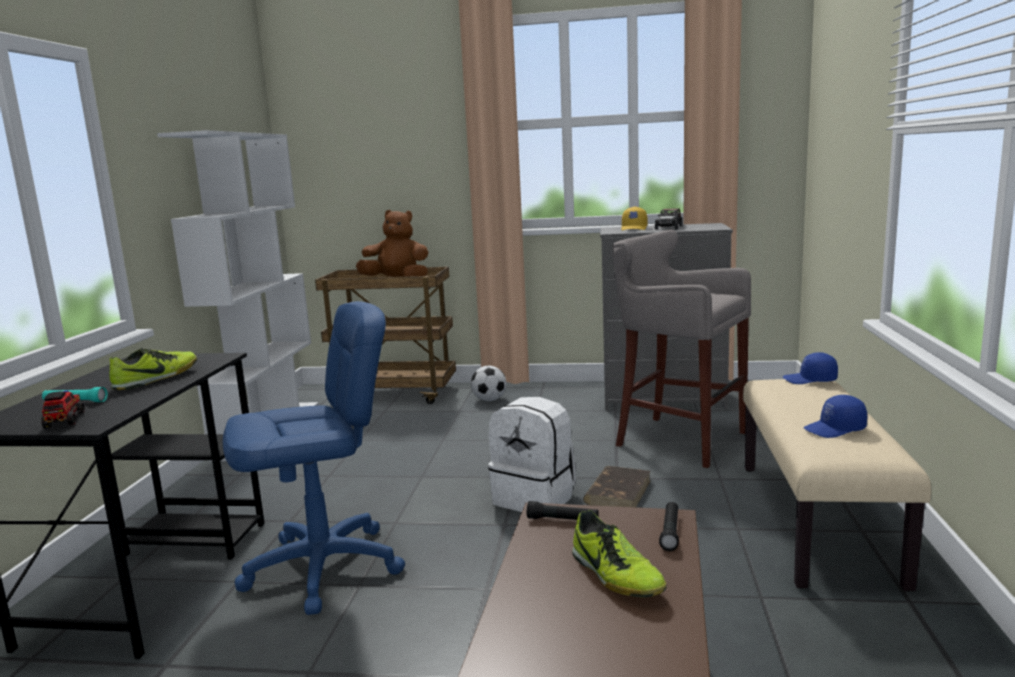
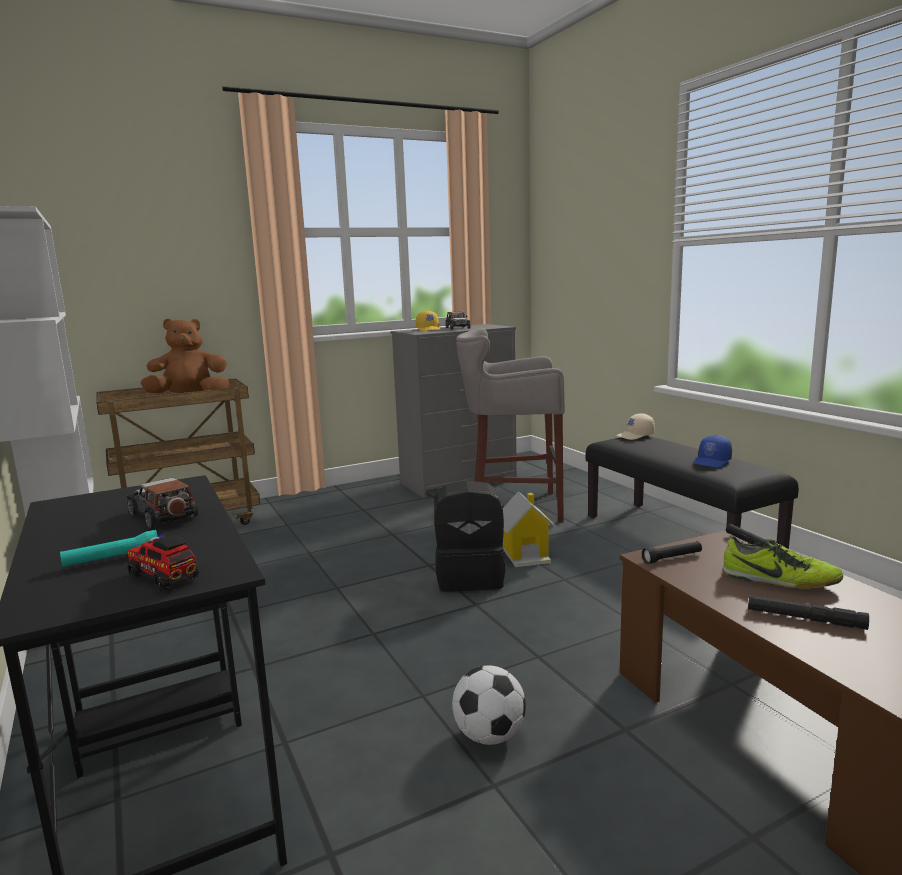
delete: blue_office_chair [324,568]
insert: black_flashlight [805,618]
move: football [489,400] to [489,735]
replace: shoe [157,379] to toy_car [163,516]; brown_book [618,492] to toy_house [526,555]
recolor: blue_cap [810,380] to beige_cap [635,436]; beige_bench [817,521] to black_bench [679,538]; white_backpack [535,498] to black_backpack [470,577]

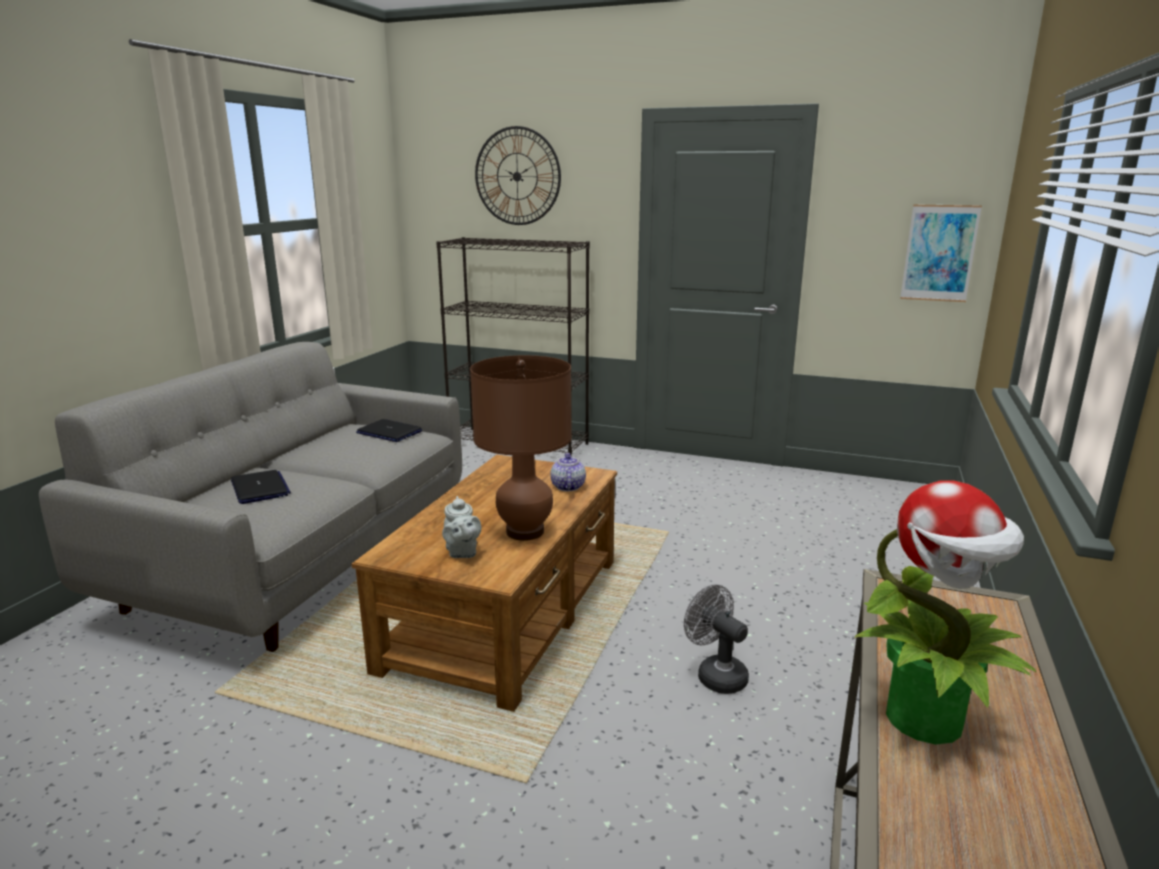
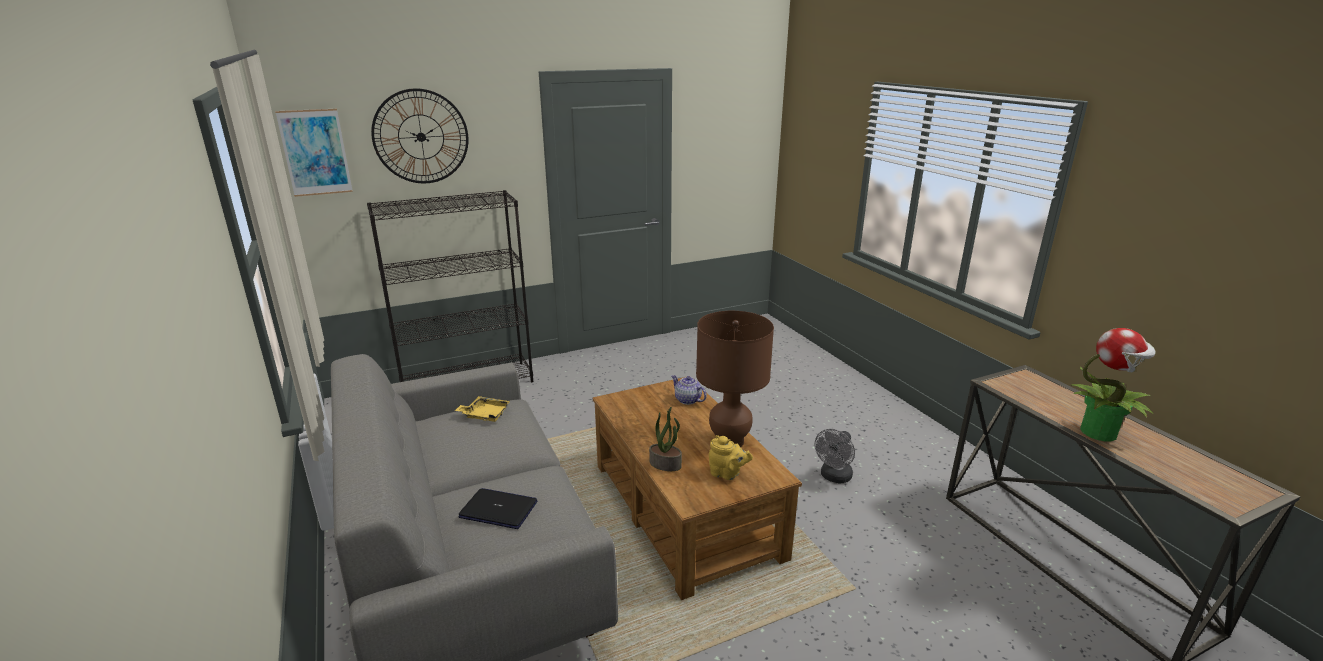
insert: potted_plant [666,464]
move: picture [939,253] to [315,152]
replace: laptop [389,432] to yellow_tray [485,414]
recolor: grey_teapot [462,552] to yellow_teapot [727,474]
rotate: grey_fan [715,674] = [834,477] 60 degrees counterclockwise

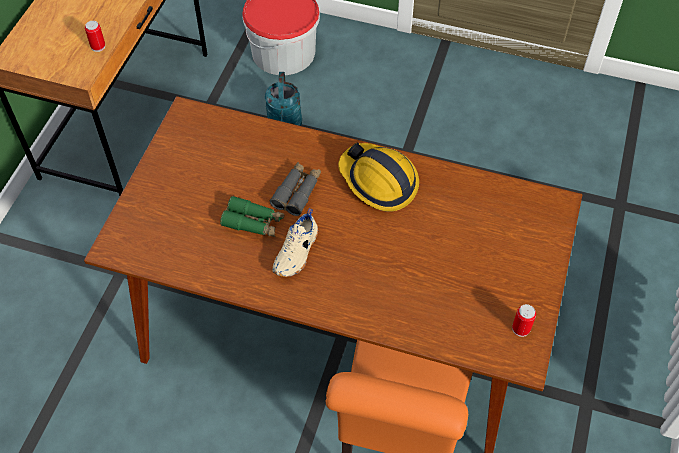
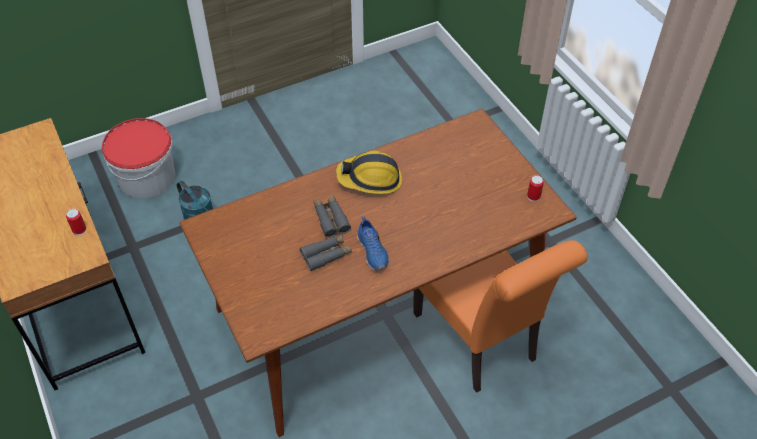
recolor: green_binoculars [253,222] to grey_binoculars [326,255]; beige_shoe [297,253] to blue_shoe [373,251]

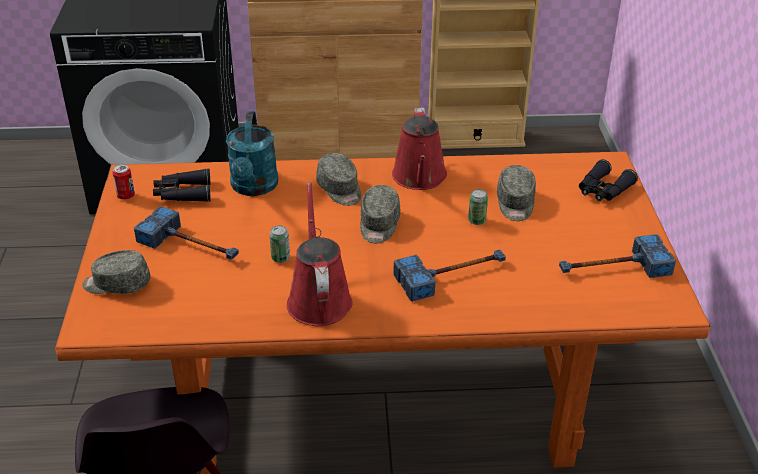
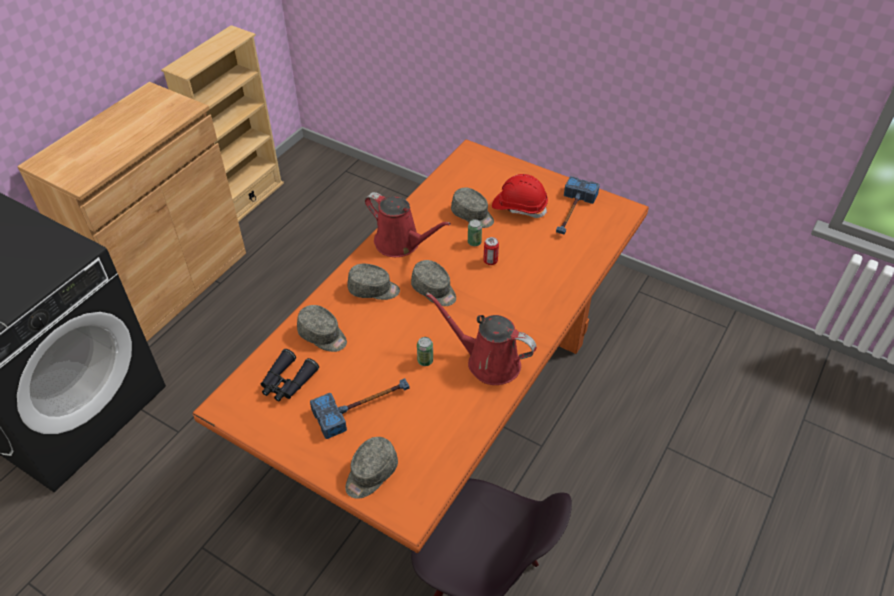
delete: black_binoculars [603,190]; hammer [452,275]
insert: red_hard_hat [519,207]
move: can [126,196] to [490,261]
replace: turquoise_watering_can [253,188] to grey_cap [323,336]

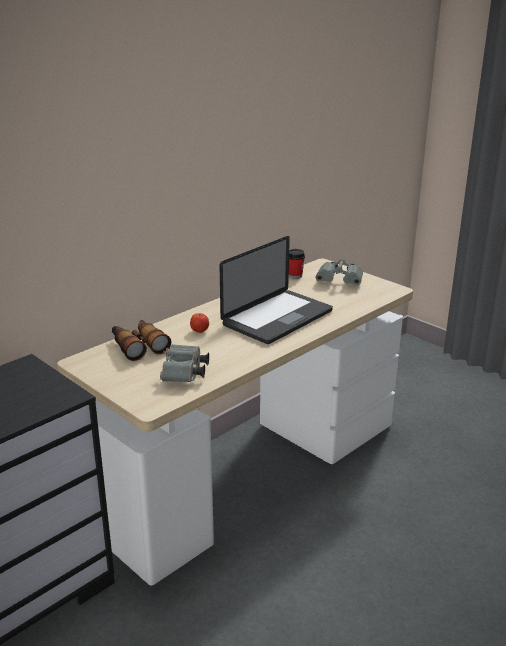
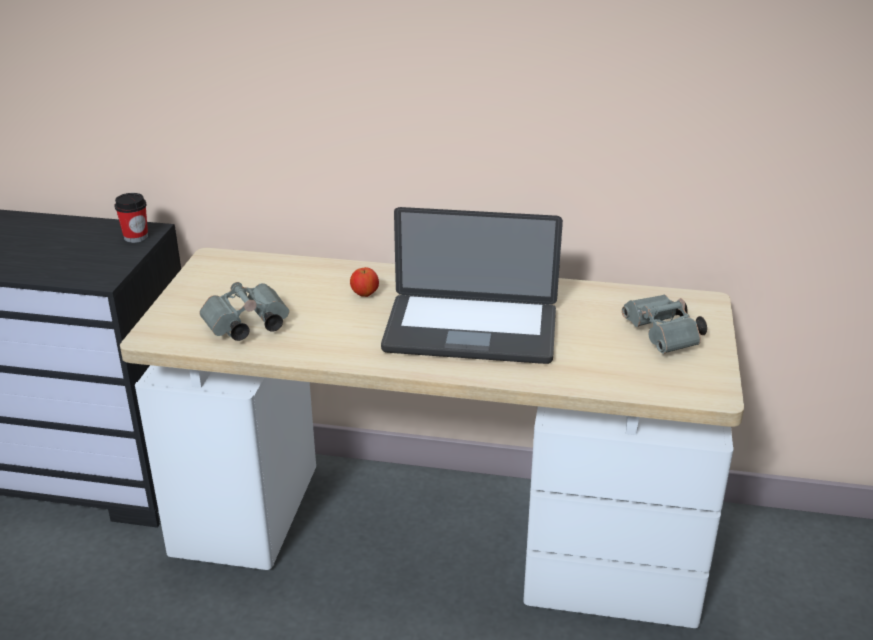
delete: binoculars [138,346]
move: cup [295,275] to [136,237]

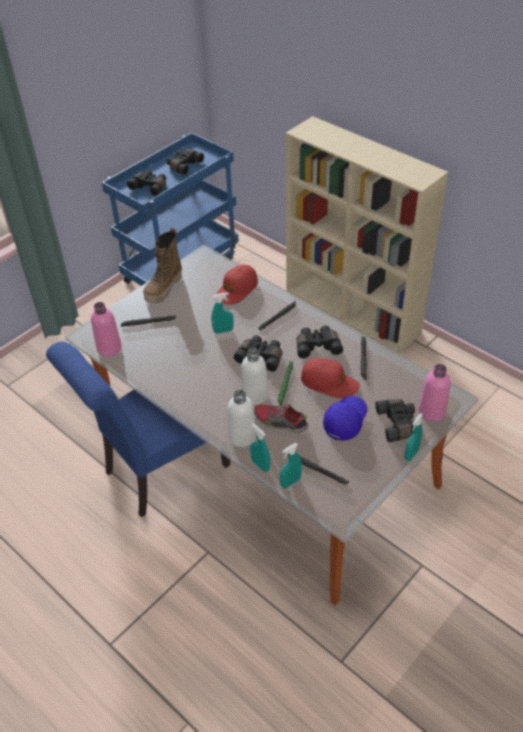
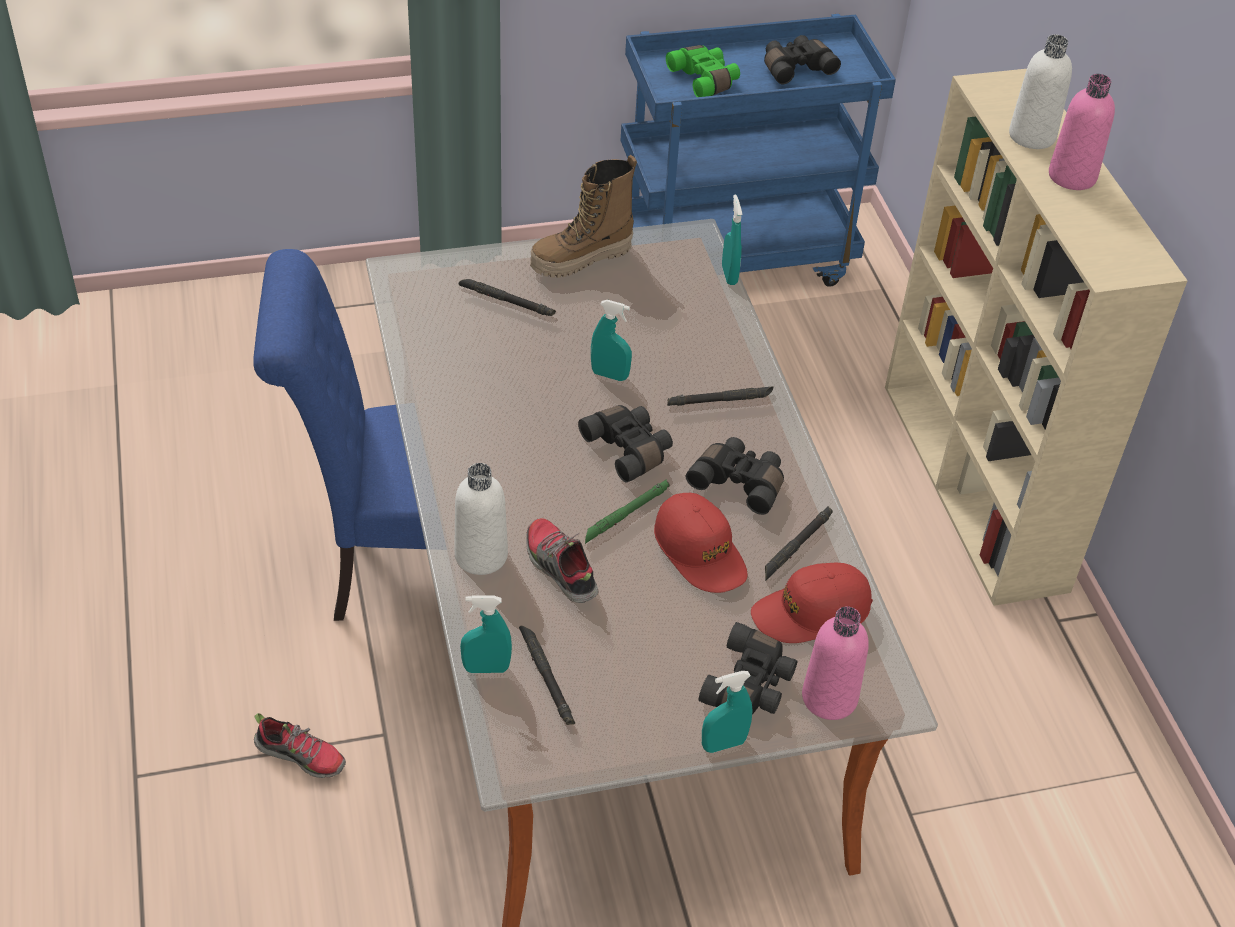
delete: blue_cap [345,422]
insert: shoe [301,755]
move: red_cap [236,290] to [811,612]; pink_bottle [109,348] to [1072,176]; white_bottle [255,395] to [1032,136]; turquoise_spray_bottle [260,465] to [729,275]
recolor: black_binoculars [150,187] to green_binoculars [705,80]

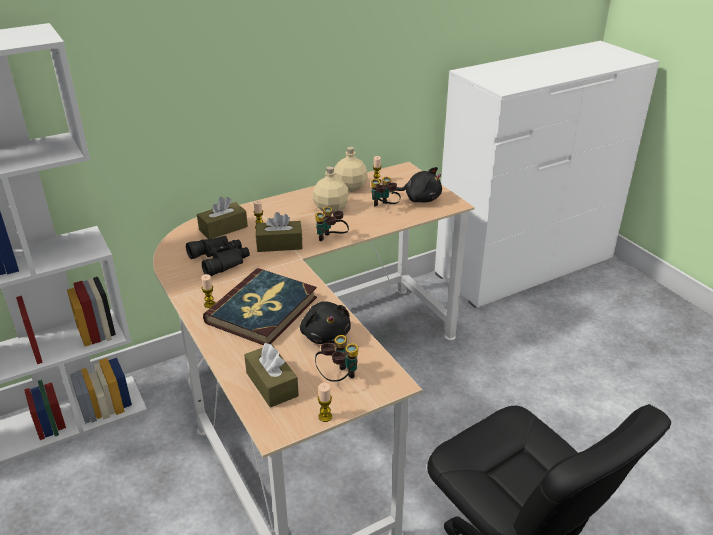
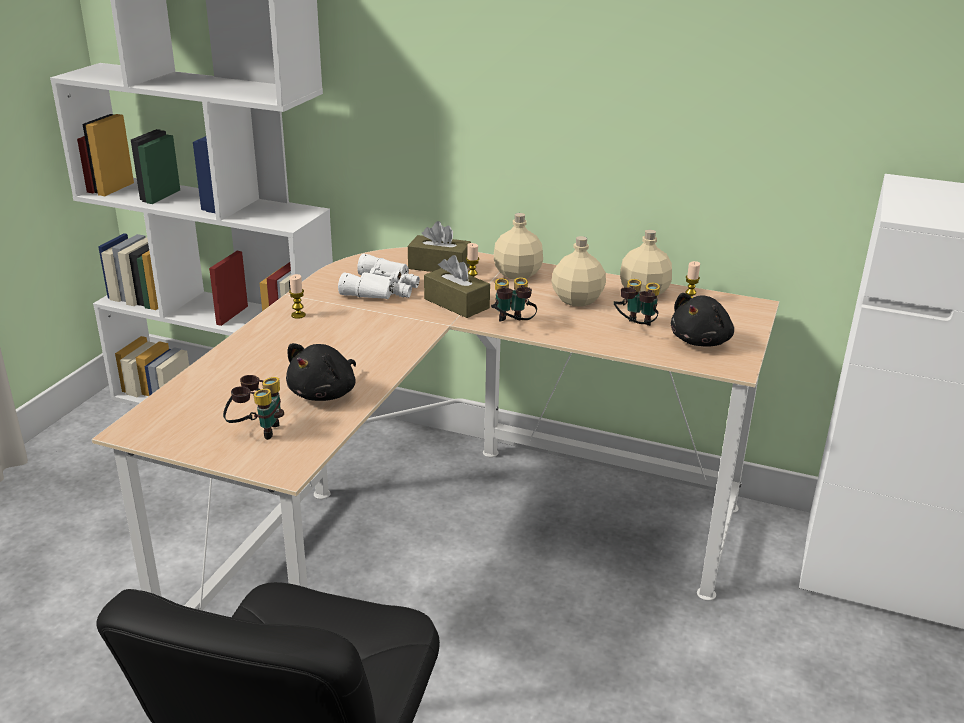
delete: book [262,310]; brown_tissue_box [272,384]; candle [325,417]
insert: beige_bottle [517,274]
recolor: black_binoculars [221,259] to white_binoculars [383,288]
rotate: black_plush_toy [420,199] = [701,341] 60 degrees clockwise

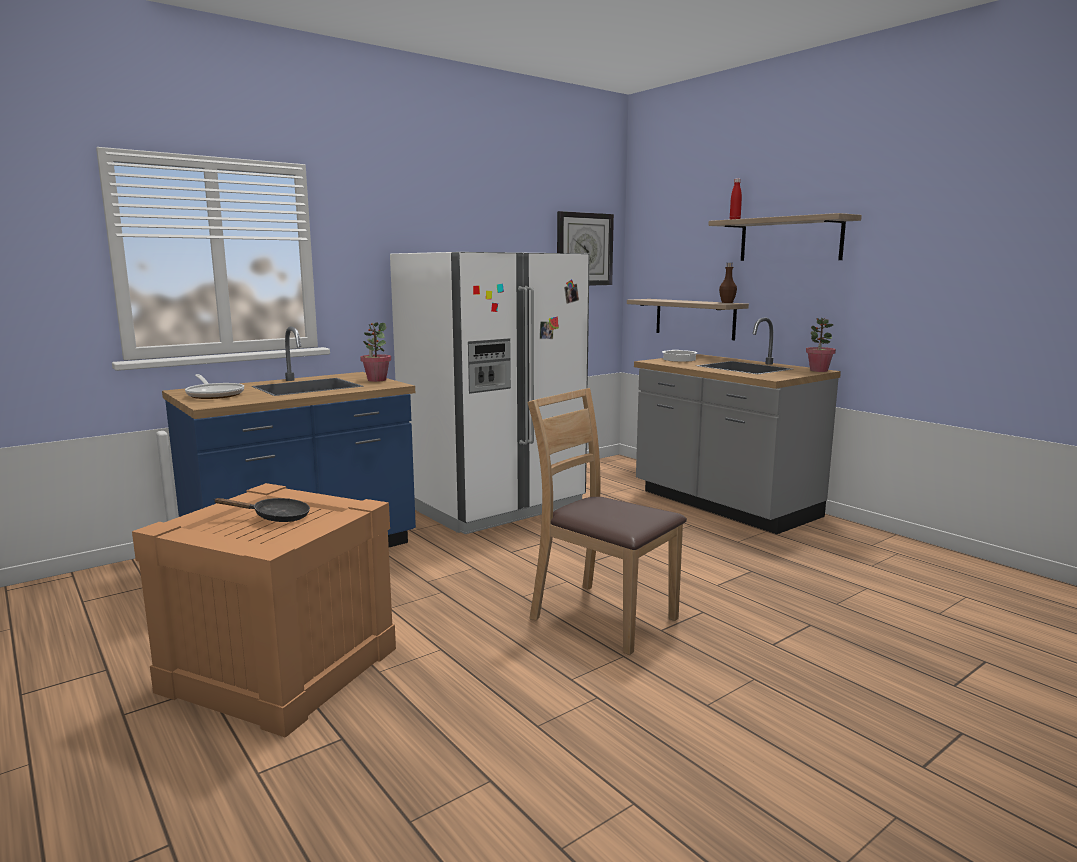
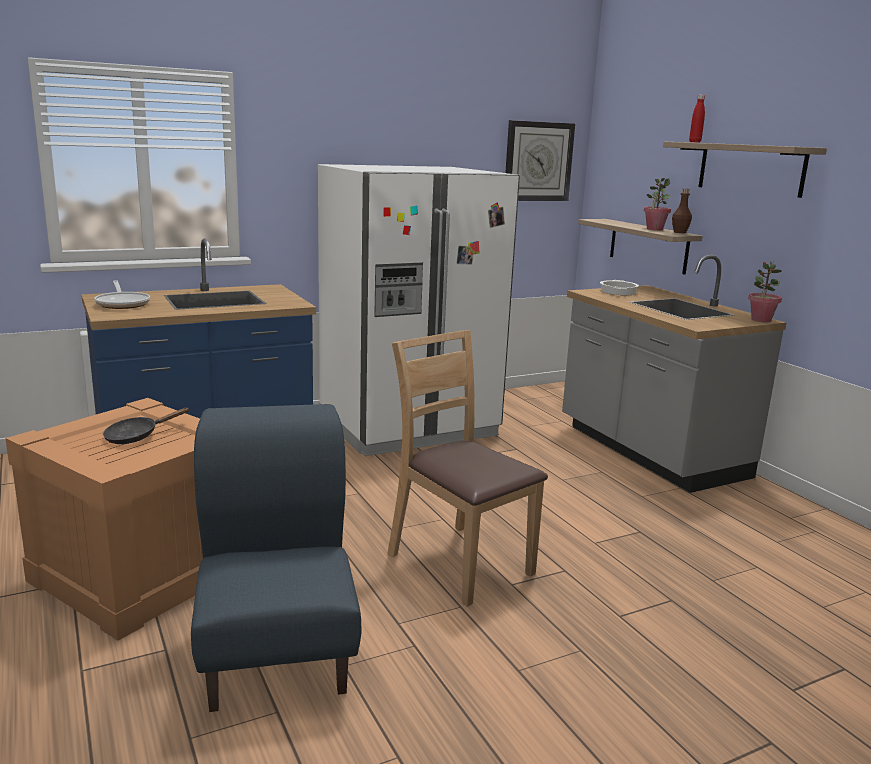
insert: blue_chair [278,653]
move: potted_plant [376,380] to [654,229]
rotate: black_frying_pan [276,517] = [136,436] 135 degrees clockwise

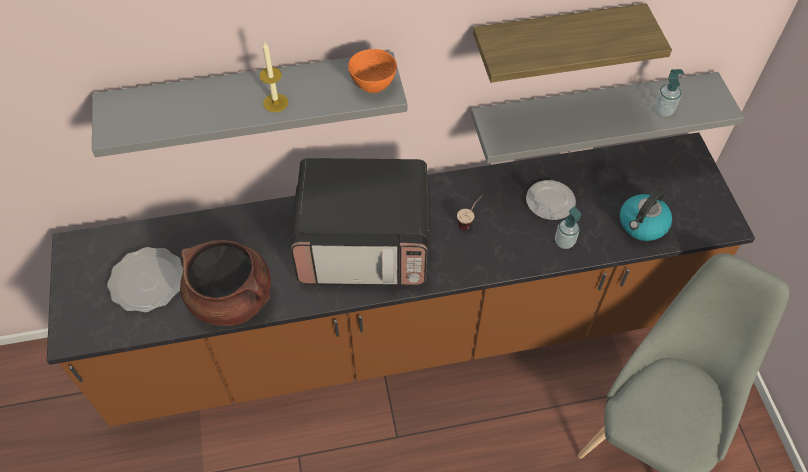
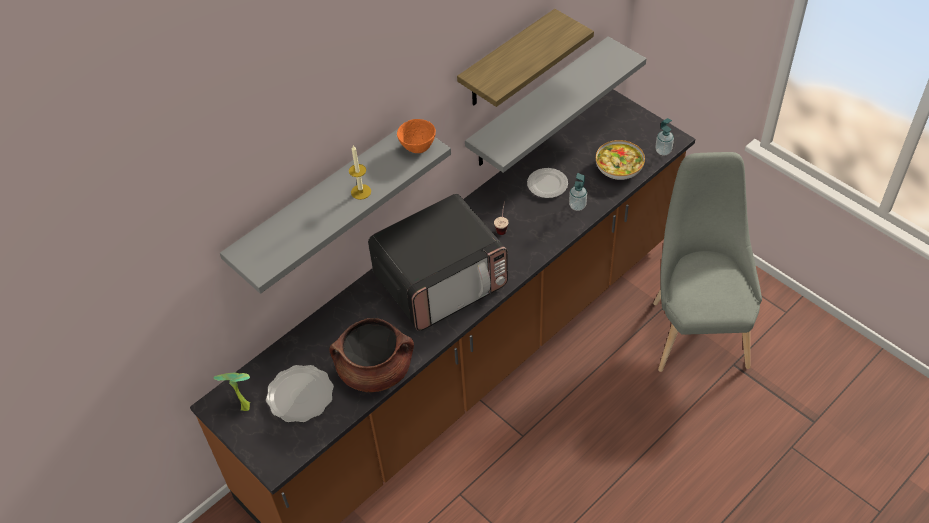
insert: potted_plant [244,405]
move: soap_dispenser [663,110] to [663,151]
replace: kettle [642,225] to bowl [619,168]

